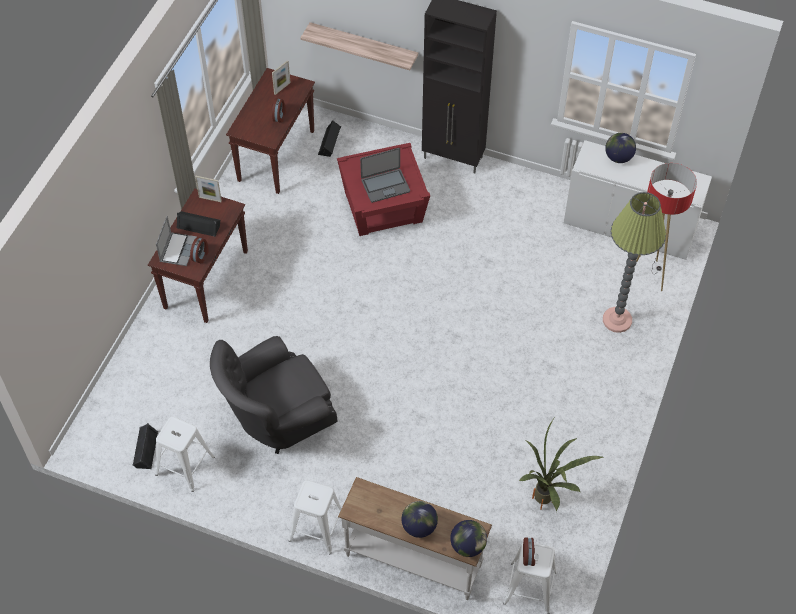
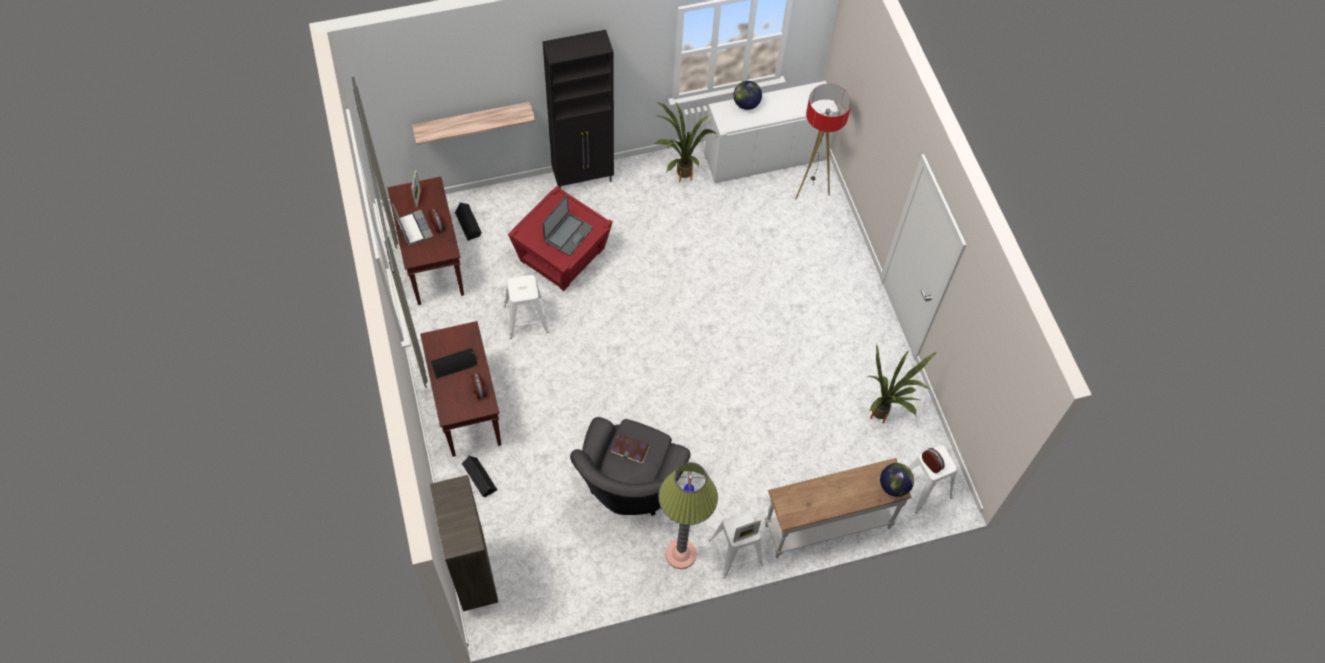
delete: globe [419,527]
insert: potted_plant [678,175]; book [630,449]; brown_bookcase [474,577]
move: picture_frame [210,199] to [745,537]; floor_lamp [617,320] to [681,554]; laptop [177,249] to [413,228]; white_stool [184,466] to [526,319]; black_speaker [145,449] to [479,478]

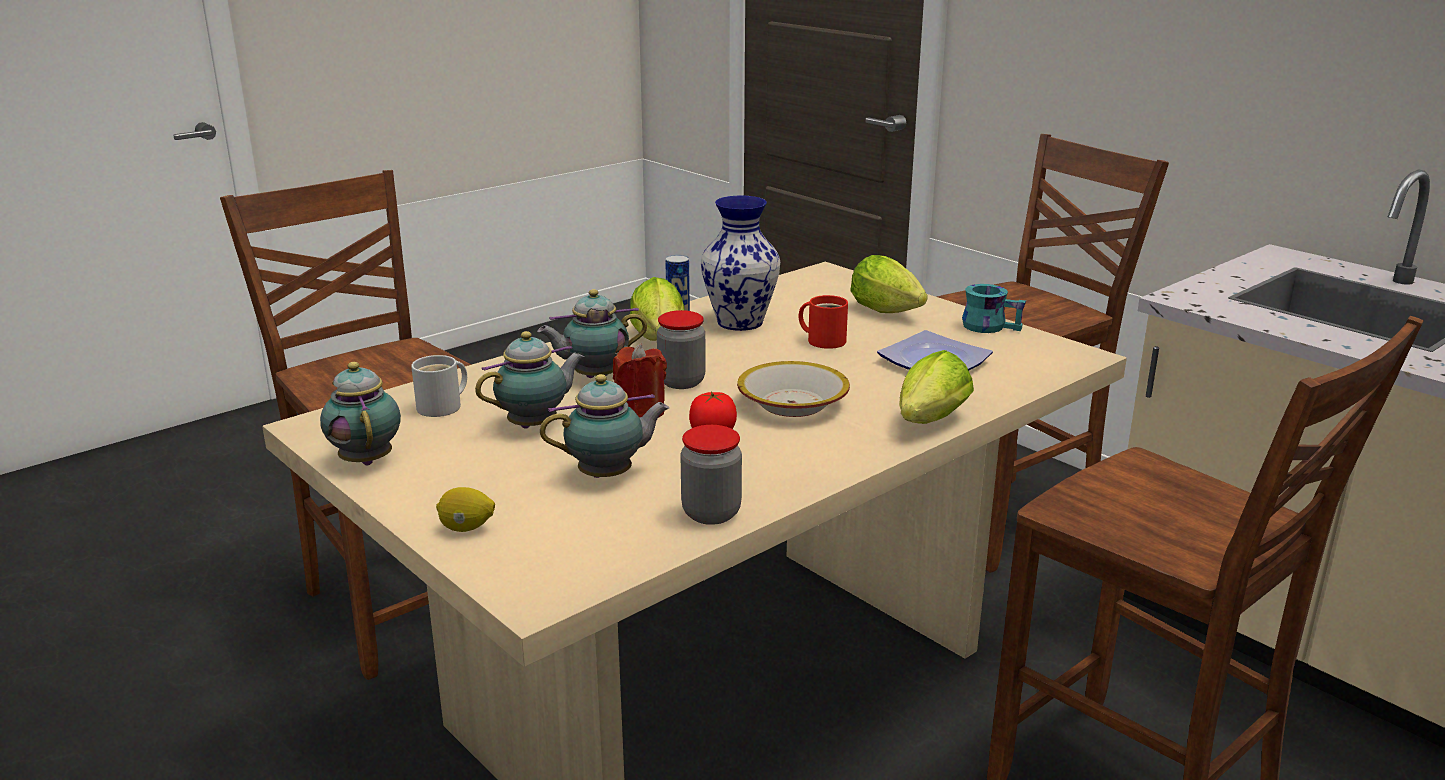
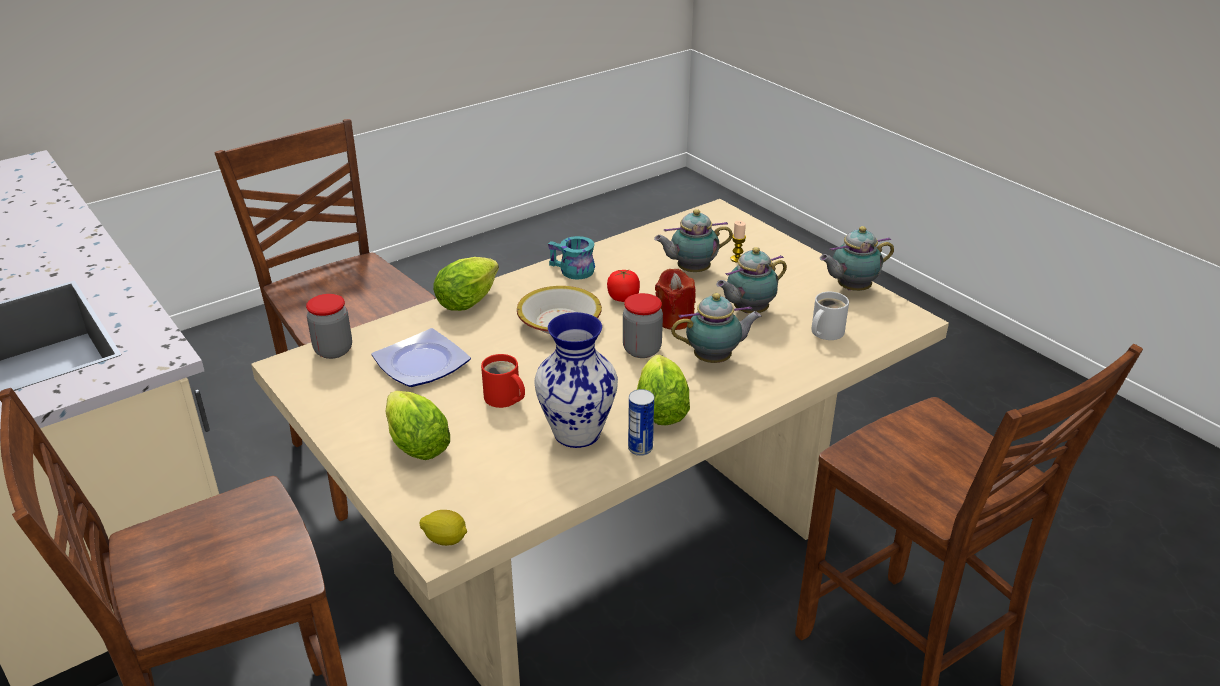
insert: candle [737,259]
move: turquoise_mug [990,326] to [571,271]; jar [711,513] to [333,350]; lemon [466,528] to [445,540]
rotate: teapot [366,459] = [851,289] 90 degrees clockwise

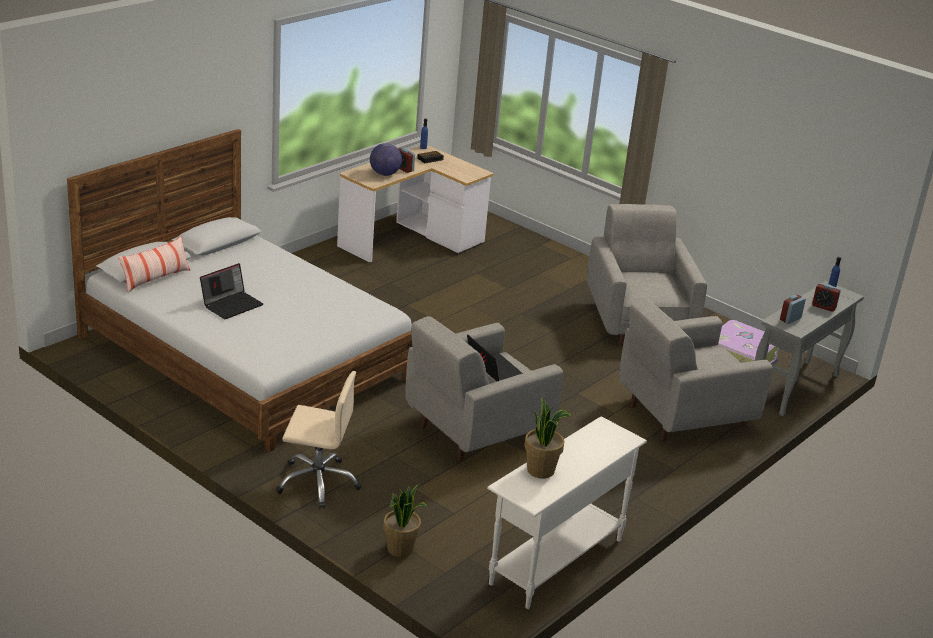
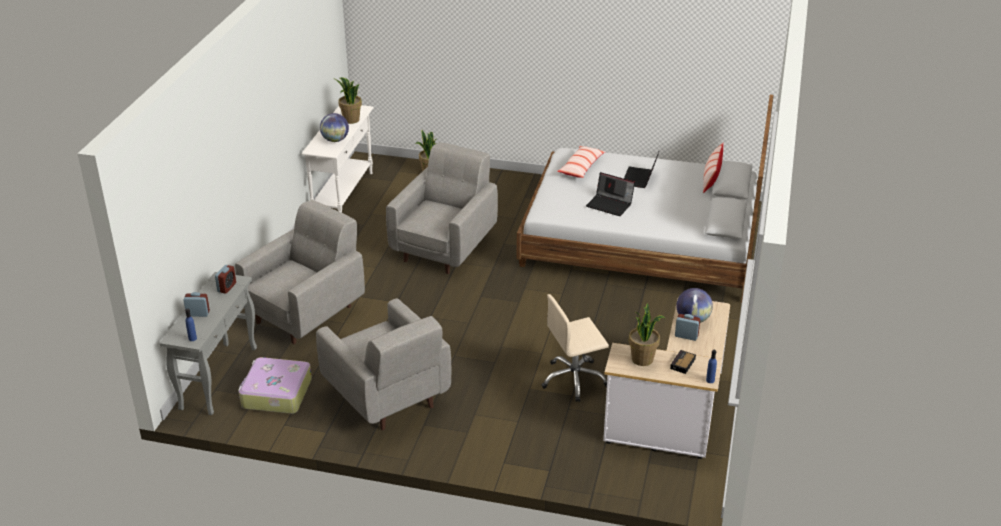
insert: globe [335,140]; pillow [581,167]; potted_plant [643,359]
move: laptop [493,369] to [610,205]; beige_office_chair [318,482] to [574,380]

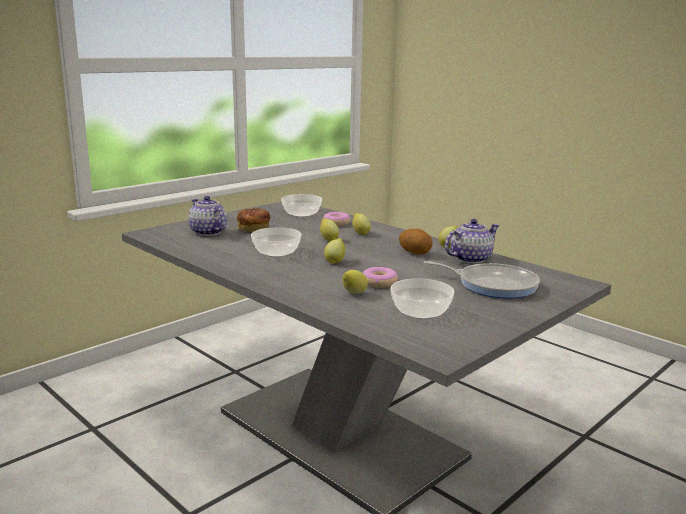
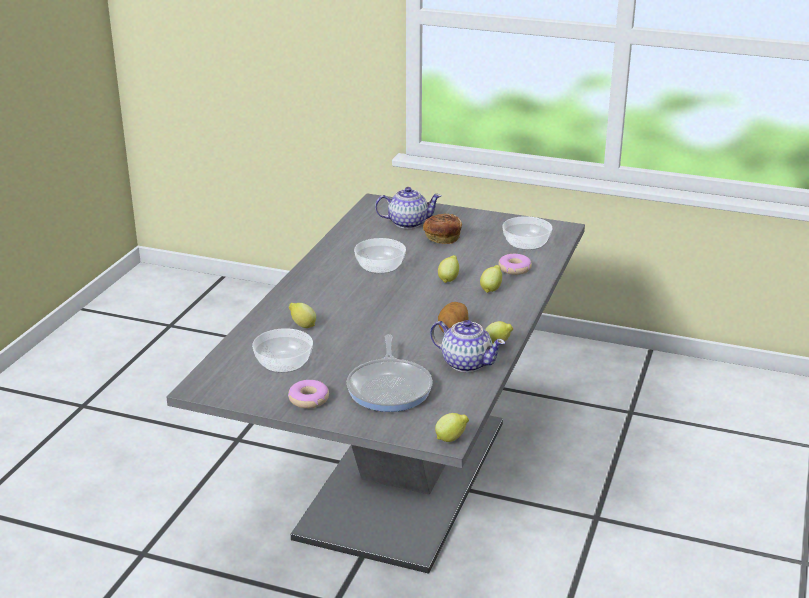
move: lemon [335,261] to [451,439]; donut [379,282] to [309,399]
rotate: teapot [208,232] = [407,223] 60 degrees clockwise

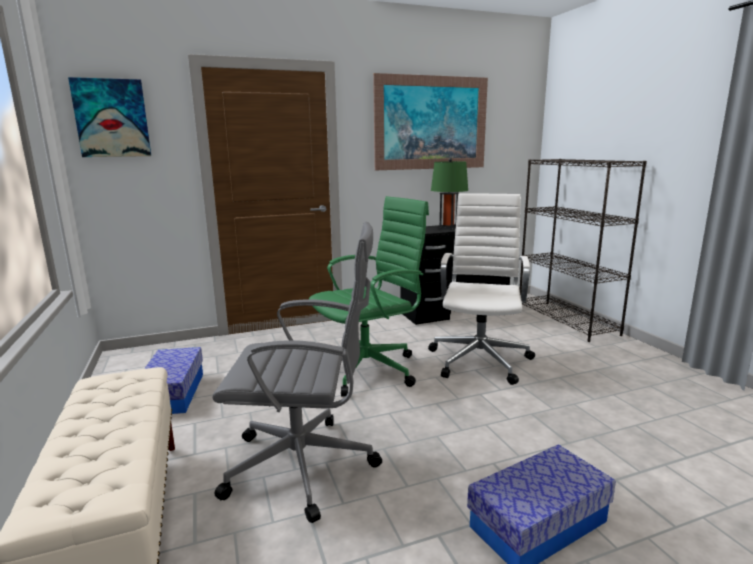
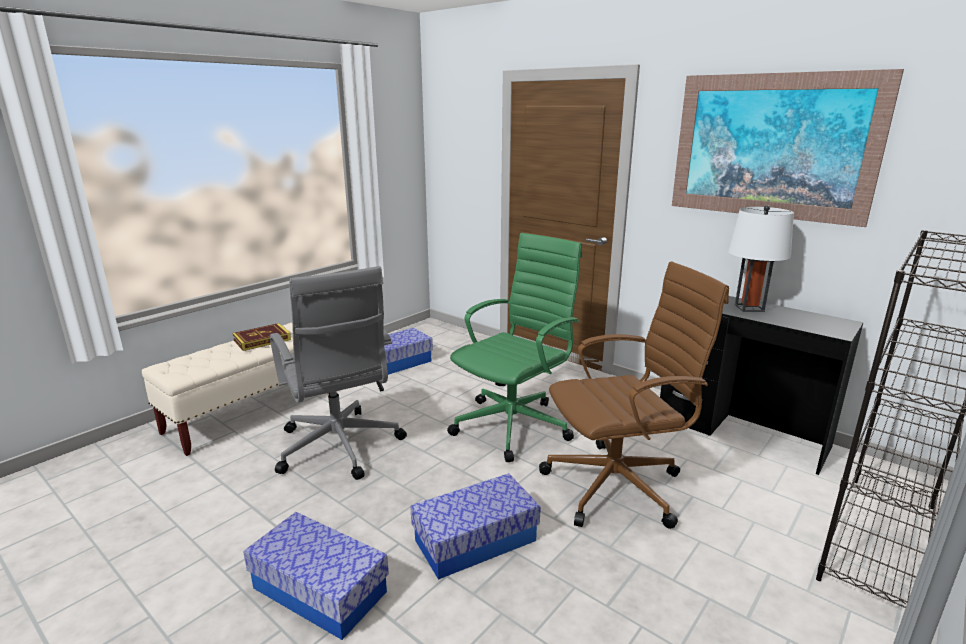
delete: picture [112,118]
insert: book [262,340]; storage_box [475,540]
recolor: green_table_lamp [448,227] to white_table_lamp [749,308]; white_office_chair [480,359] to brown_office_chair [618,486]
rotate: green_office_chair [369,369] = [514,425] 75 degrees counterclockwise

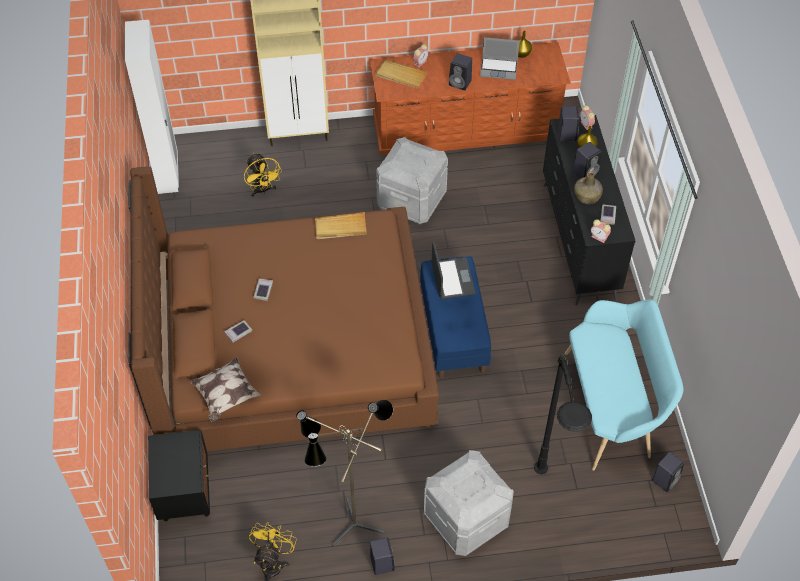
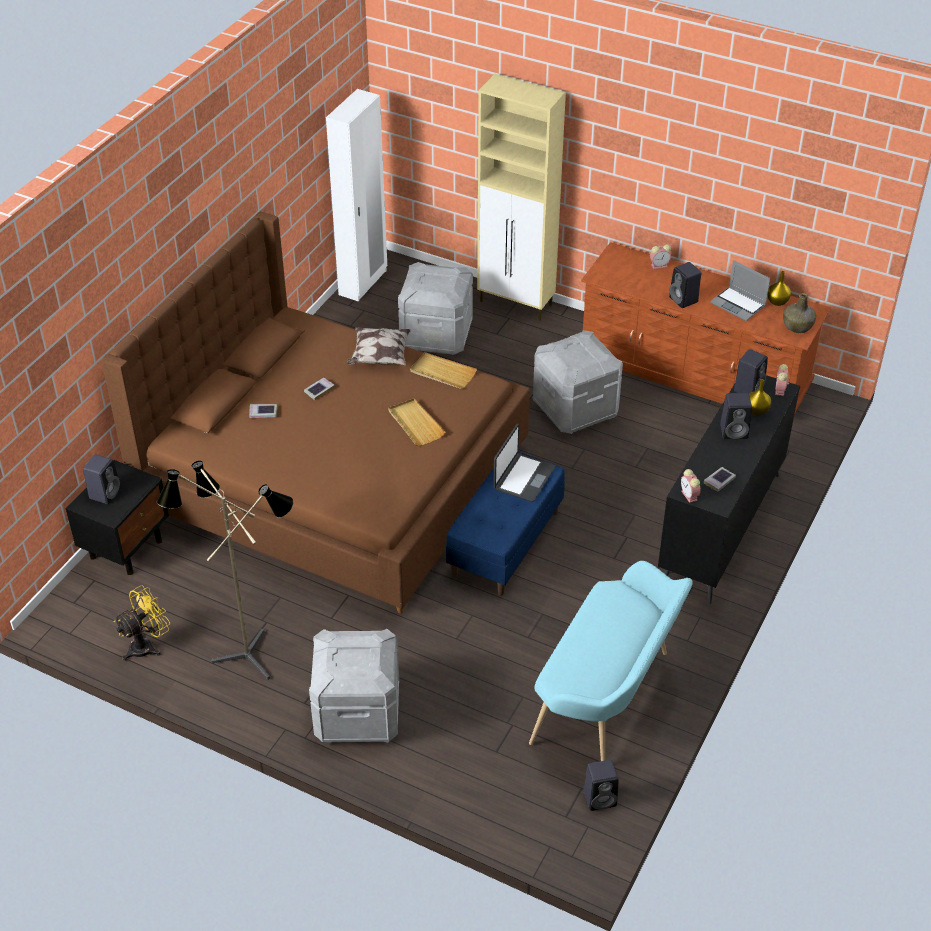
delete: black_floor_lamp [546,508]
move: beige_tray [400,75] to [415,424]; green_bottle [587,196] to [798,326]; pillow [225,395] to [379,357]; black_speaker [381,562] to [105,493]
replace: yellow_fan [263,190] to grey_storage_box [437,335]

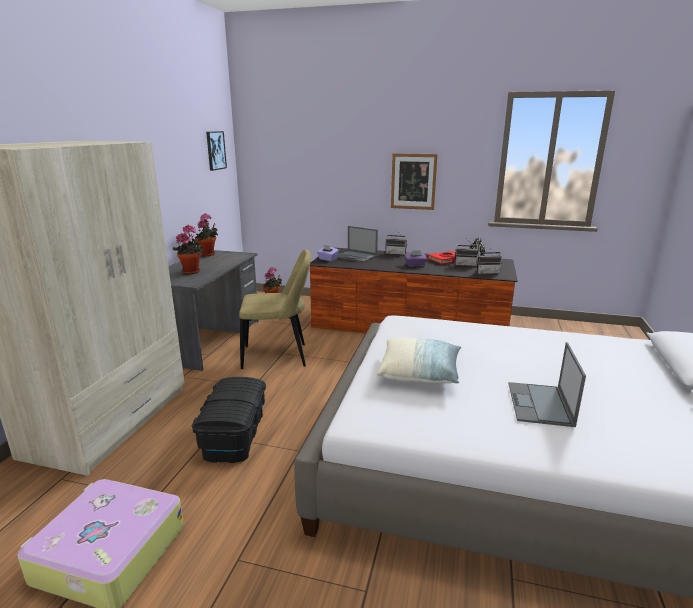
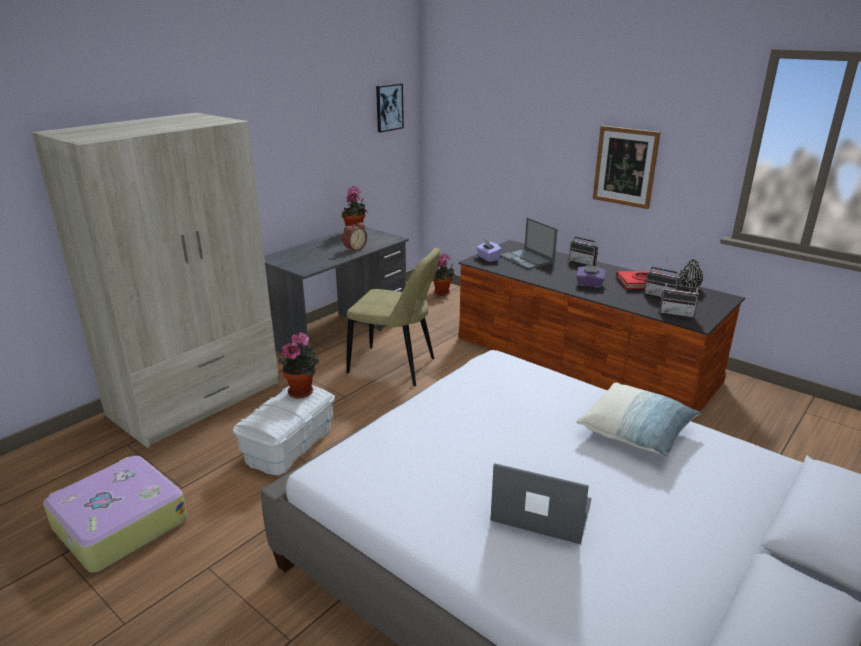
insert: alarm_clock [354,248]
move: potted_plant [192,271] to [303,391]; pillow [419,373] to [636,432]
recolor: black_storage_box [234,435] to white_storage_box [289,445]
rotate: laptop [540,404] = [540,510] 75 degrees clockwise

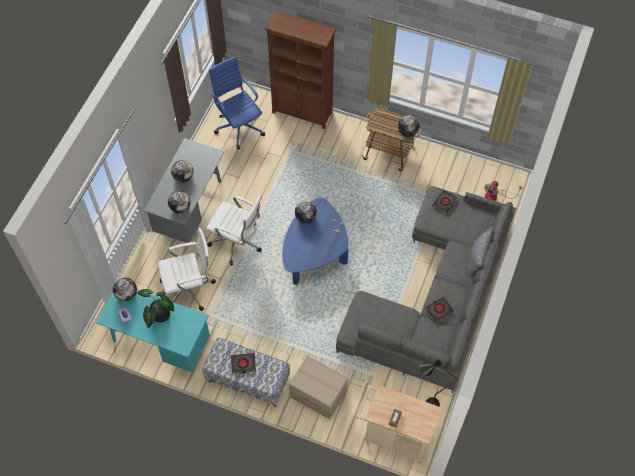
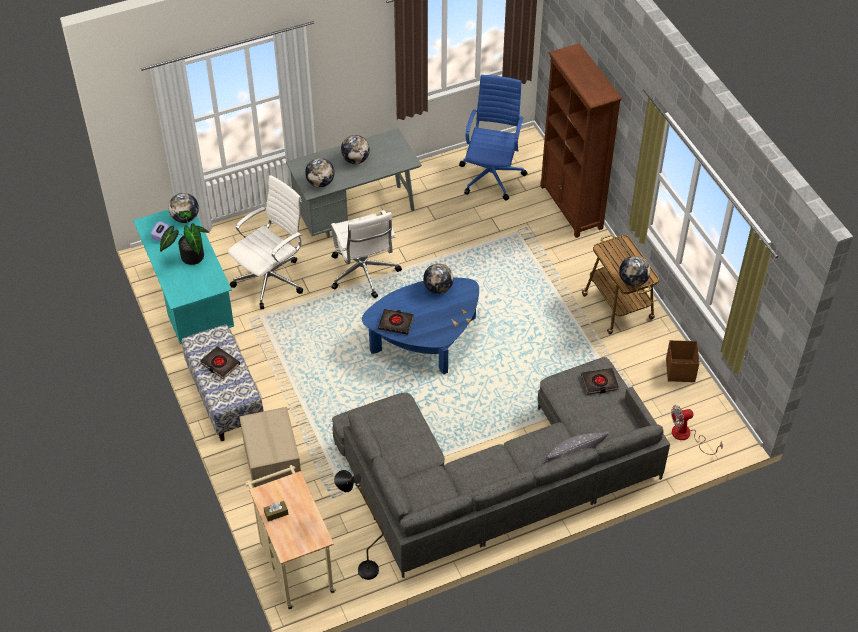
insert: brown_storage_box [680,371]
move: black_book [438,310] to [396,323]
rotate: white_office_chair [189,289] = [271,279] 75 degrees counterclockwise

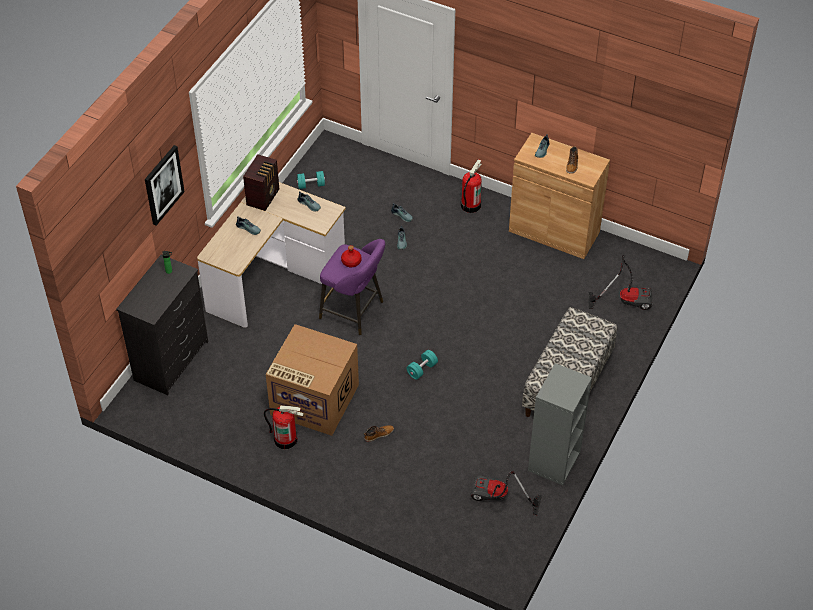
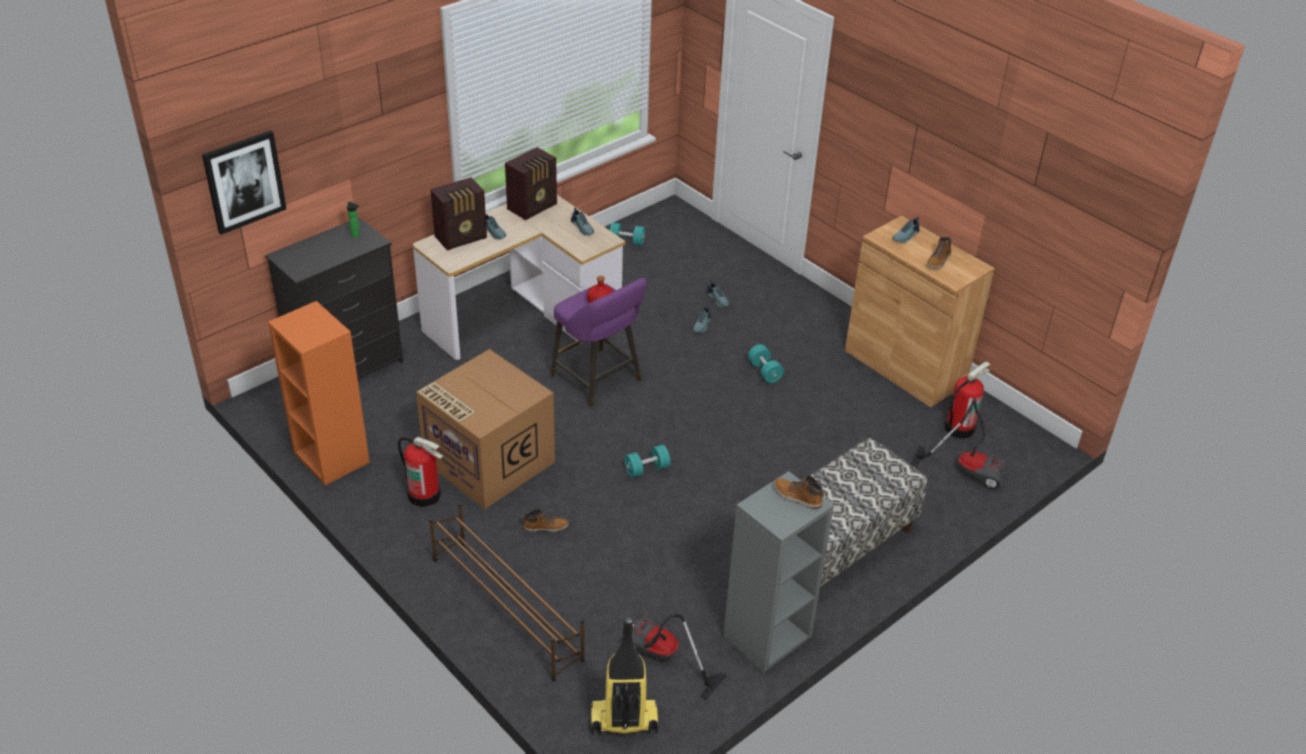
insert: radio [462,237]; orange_bookcase [330,457]; turquoise_dumbbell [764,371]; boot [797,497]; brown_shoe_rack [506,607]; vacuum_cleaner [623,721]
move: picture [163,185] to [244,181]; fire_extinguisher [470,205] to [959,427]

